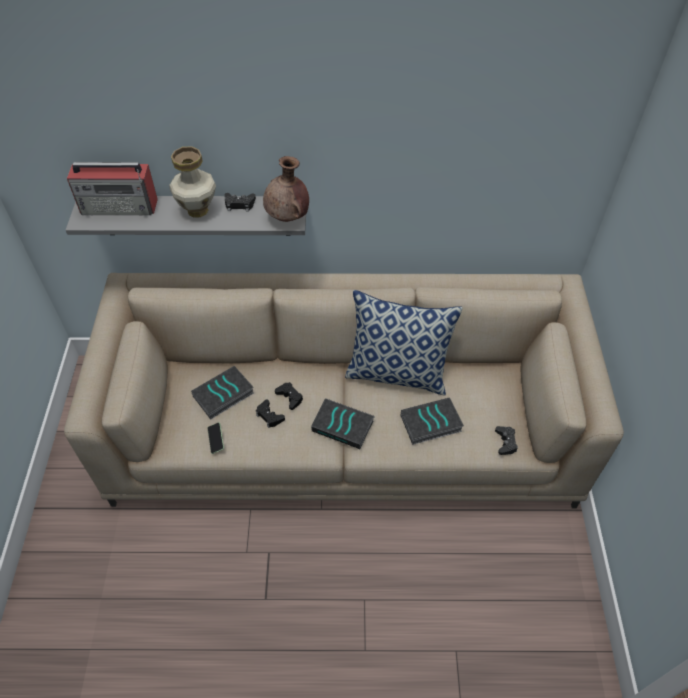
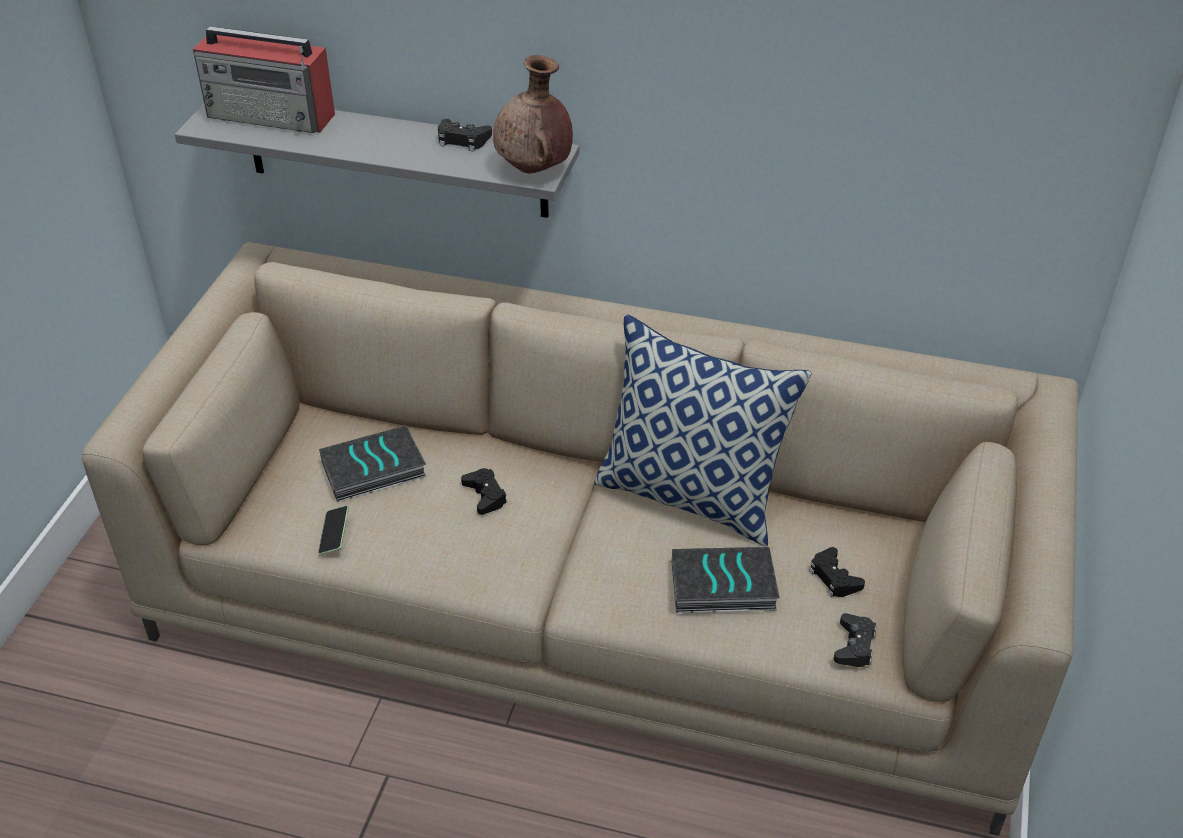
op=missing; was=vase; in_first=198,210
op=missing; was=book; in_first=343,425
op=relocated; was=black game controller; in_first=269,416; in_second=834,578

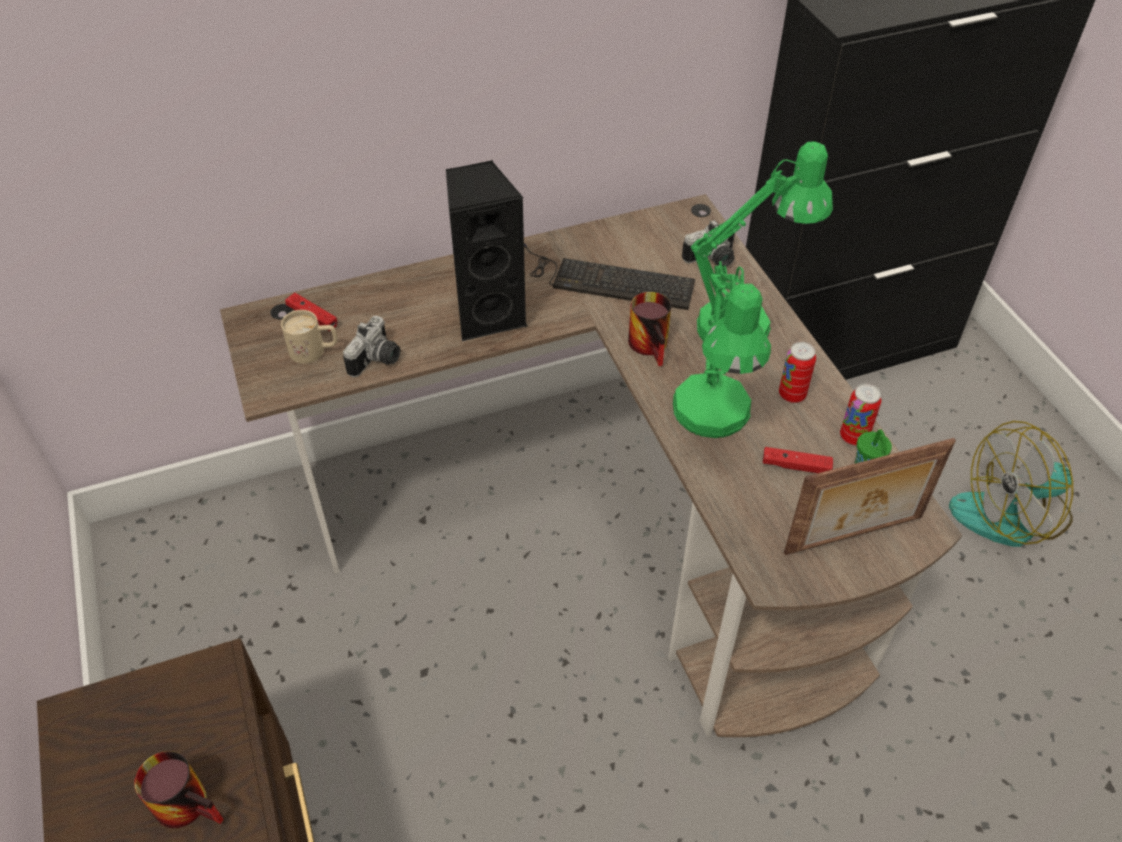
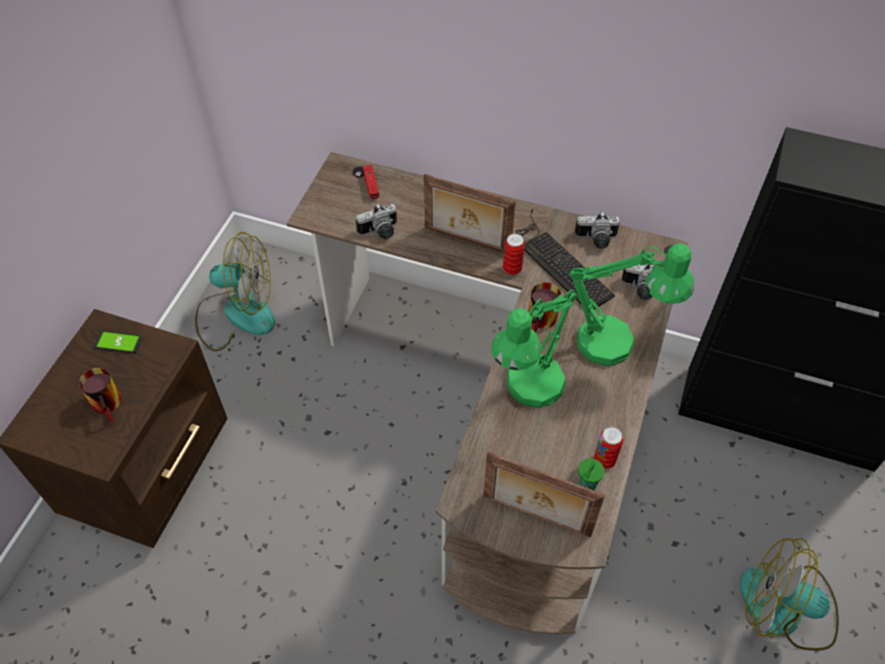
op=missing; was=beige mug; in_first=315,351
op=missing; was=red game controller; in_first=795,466
op=appeared; now=phone; in_second=118,342
op=appeared; now=fan; in_second=236,314
op=appeared; now=photo camera; in_second=596,240
op=relocated; was=can; in_first=792,395; in_second=512,269
op=exchanged; was=black speaker; now=picture frame; in_first=488,314; in_second=466,241

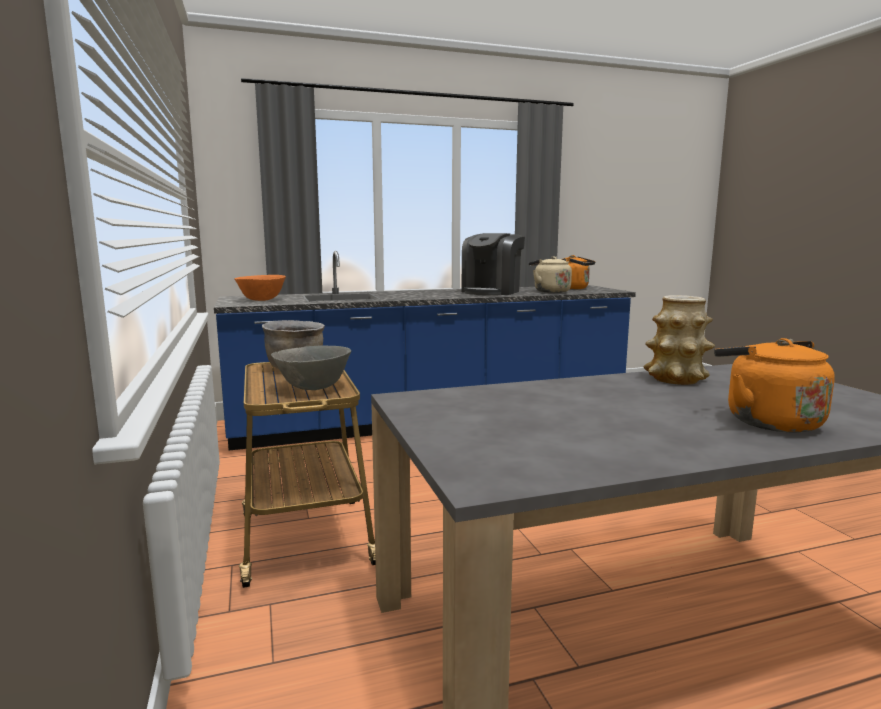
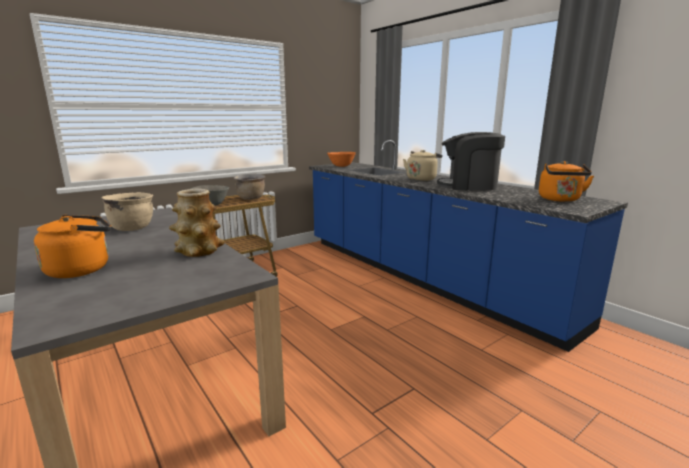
op=appeared; now=beige cooking pot; in_second=132,228
op=relocated; was=beige kettle; in_first=550,291; in_second=421,179

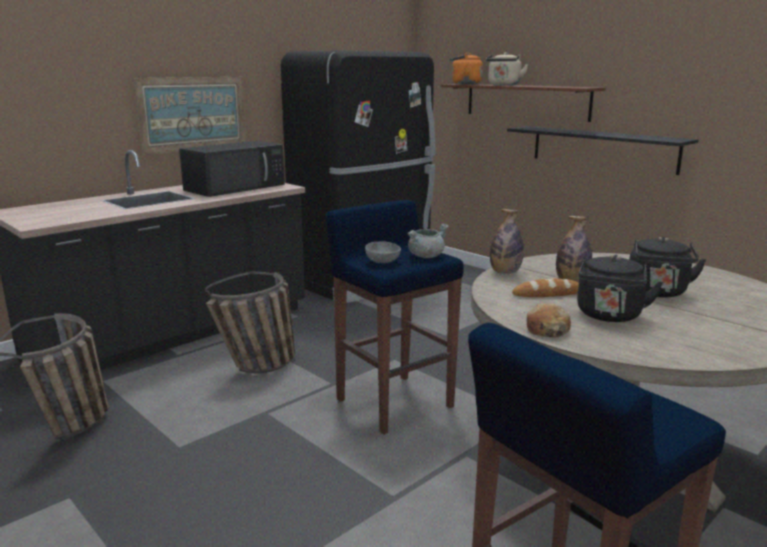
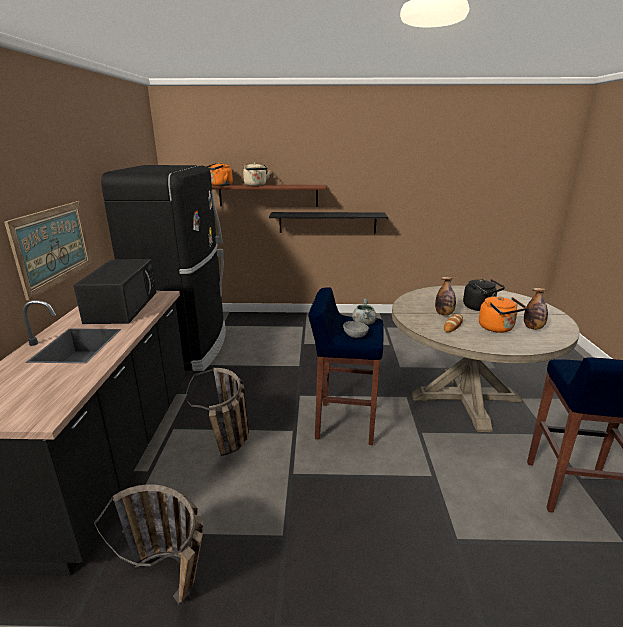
op=missing; was=bread; in_first=546,330
op=relocated; was=bottle; in_first=505,272; in_second=533,328
op=colour; was=black kettle; now=orange kettle; in_first=609,316; in_second=497,328

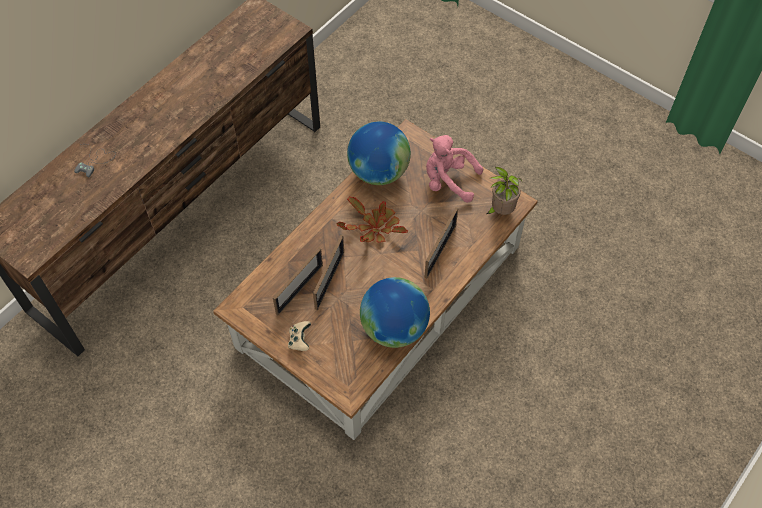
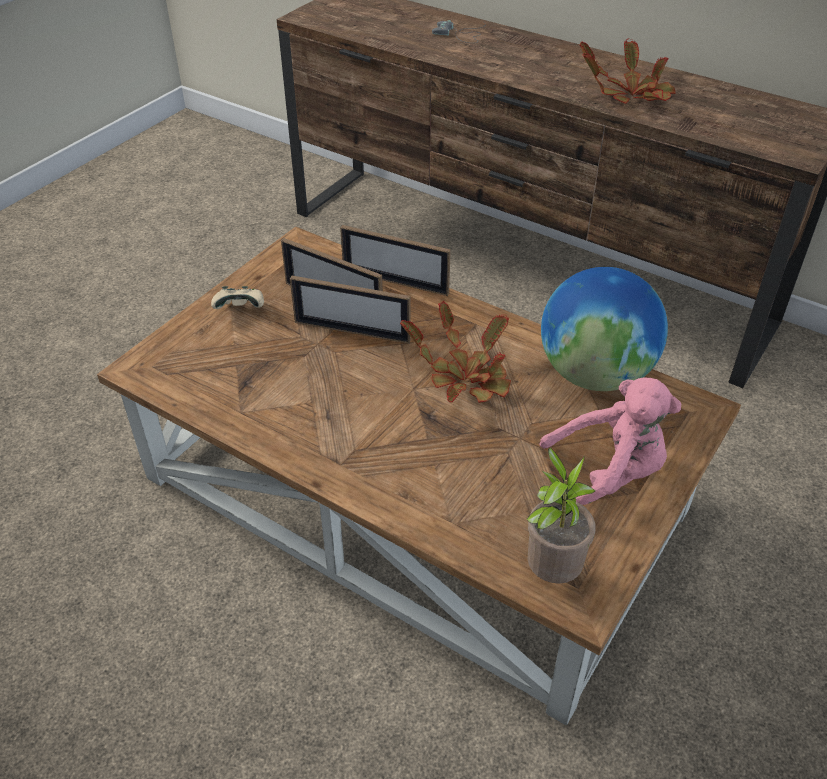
op=missing; was=globe; in_first=393,328
op=appeared; now=potted plant; in_second=629,94
op=relocated; was=picture frame; in_first=440,251; in_second=395,282
op=spun; was=pink plush toy; in_first=448,181; in_second=605,477; clockwise=75

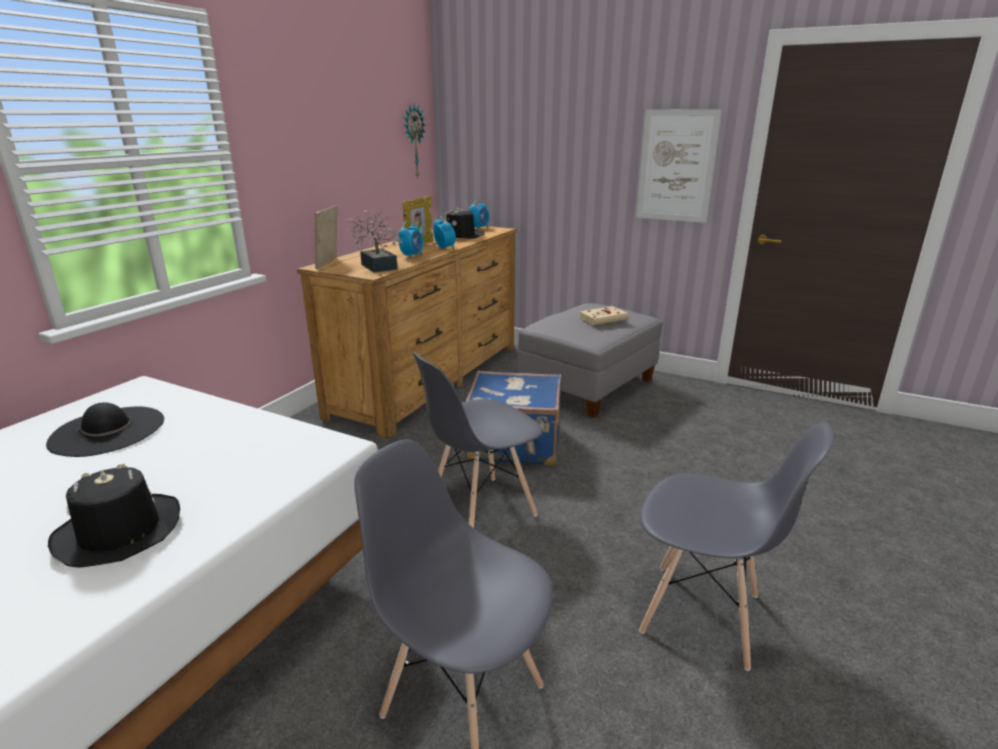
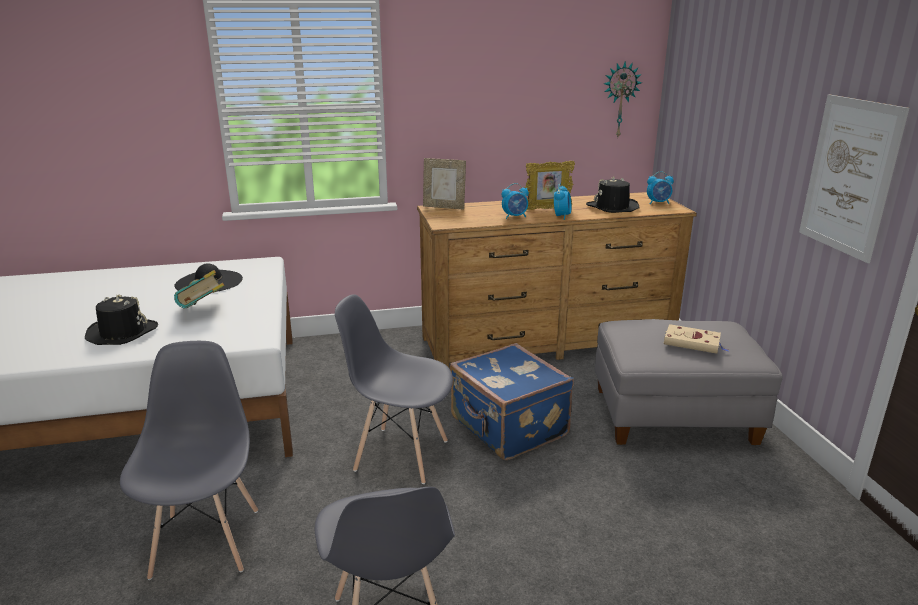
op=missing; was=potted plant; in_first=377,266
op=appeared; now=book; in_second=203,311
op=spun; was=picture frame; in_first=329,263; in_second=444,207; clockwise=-135

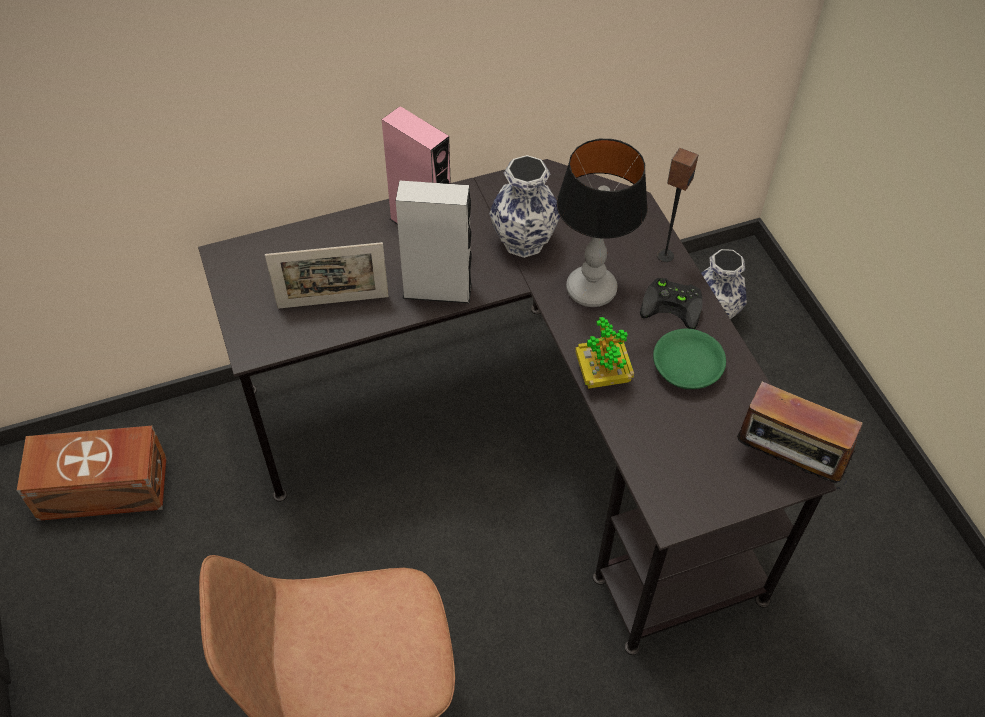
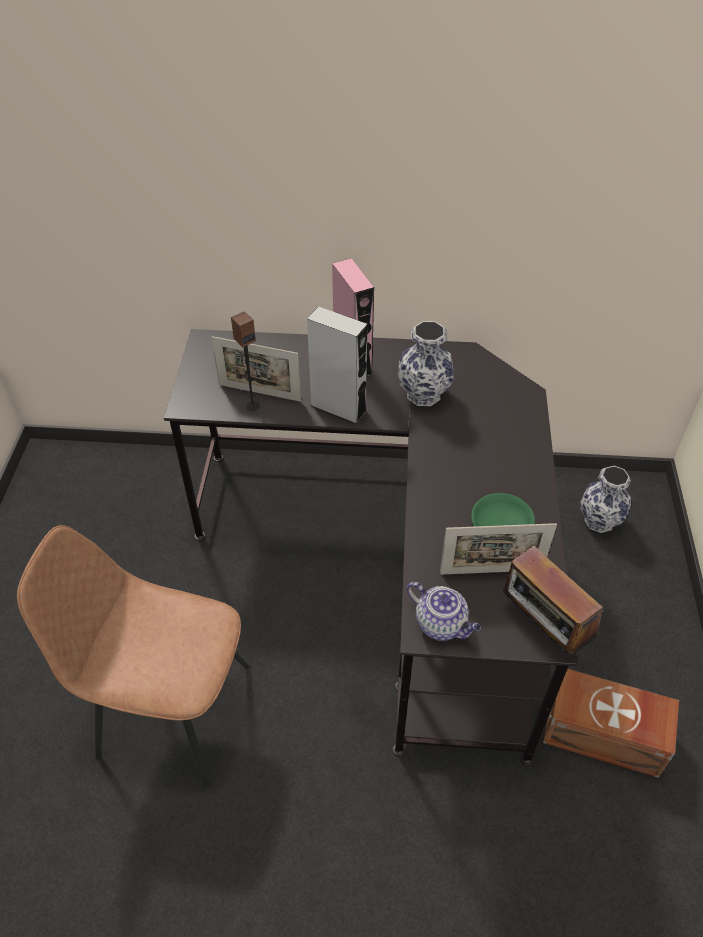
op=missing; was=table lamp; in_first=591,289
op=missing; was=potted plant; in_first=602,374
op=missing; was=black game controller; in_first=674,305
op=appeared; now=teapot; in_second=441,624
op=appeared; now=picture frame; in_second=491,571
op=relocated; was=brown storage box; in_first=105,490; in_second=604,736
op=relocated; was=speaker; in_first=664,255; in_second=252,405

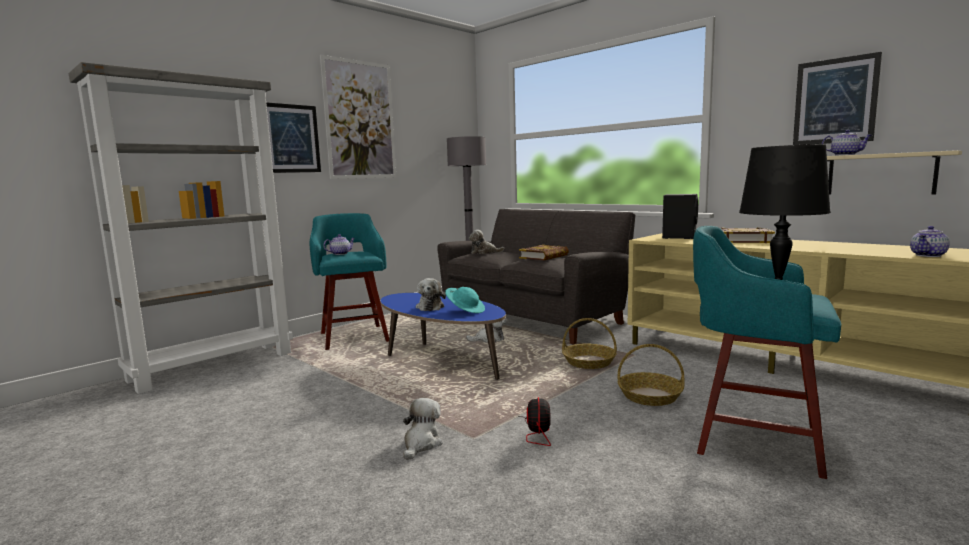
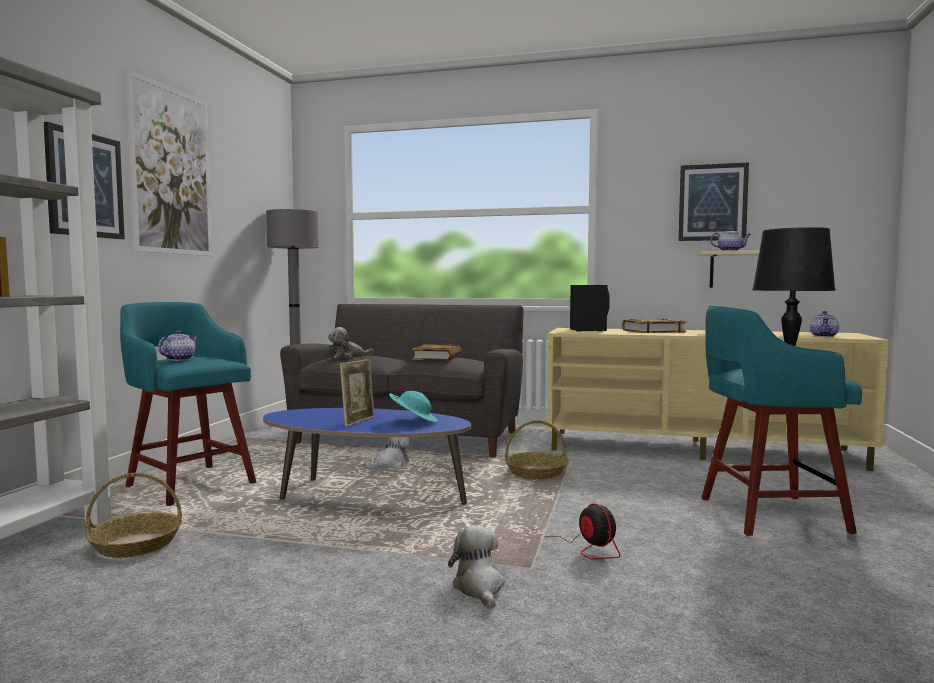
op=relocated; was=basket; in_first=650,396; in_second=136,544
op=exchanged; was=plush toy; now=picture frame; in_first=430,307; in_second=358,421

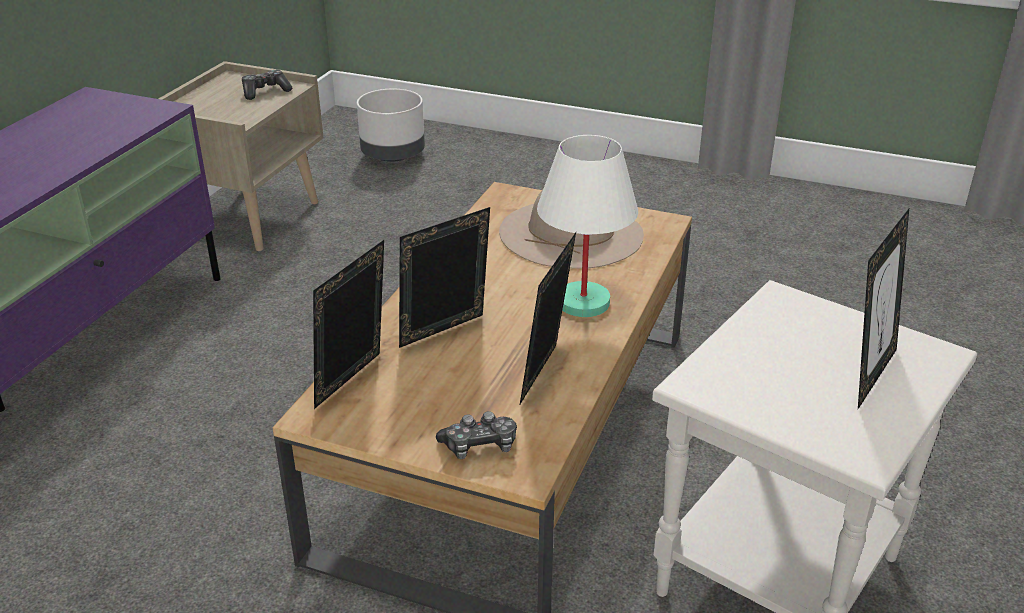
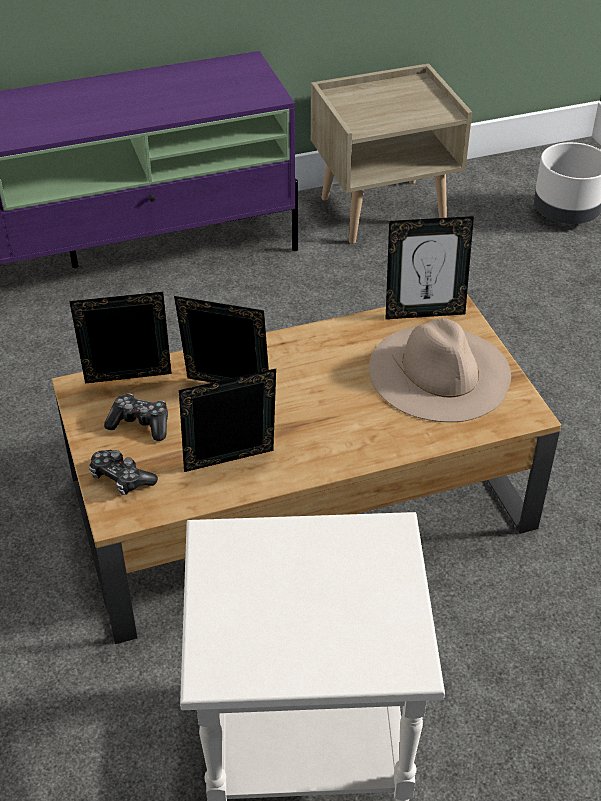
op=missing; was=white table lamp; in_first=582,302
op=relocated; was=game controller; in_first=265,92; in_second=140,424
op=relocated; was=picture frame; in_first=868,375; in_second=424,312

